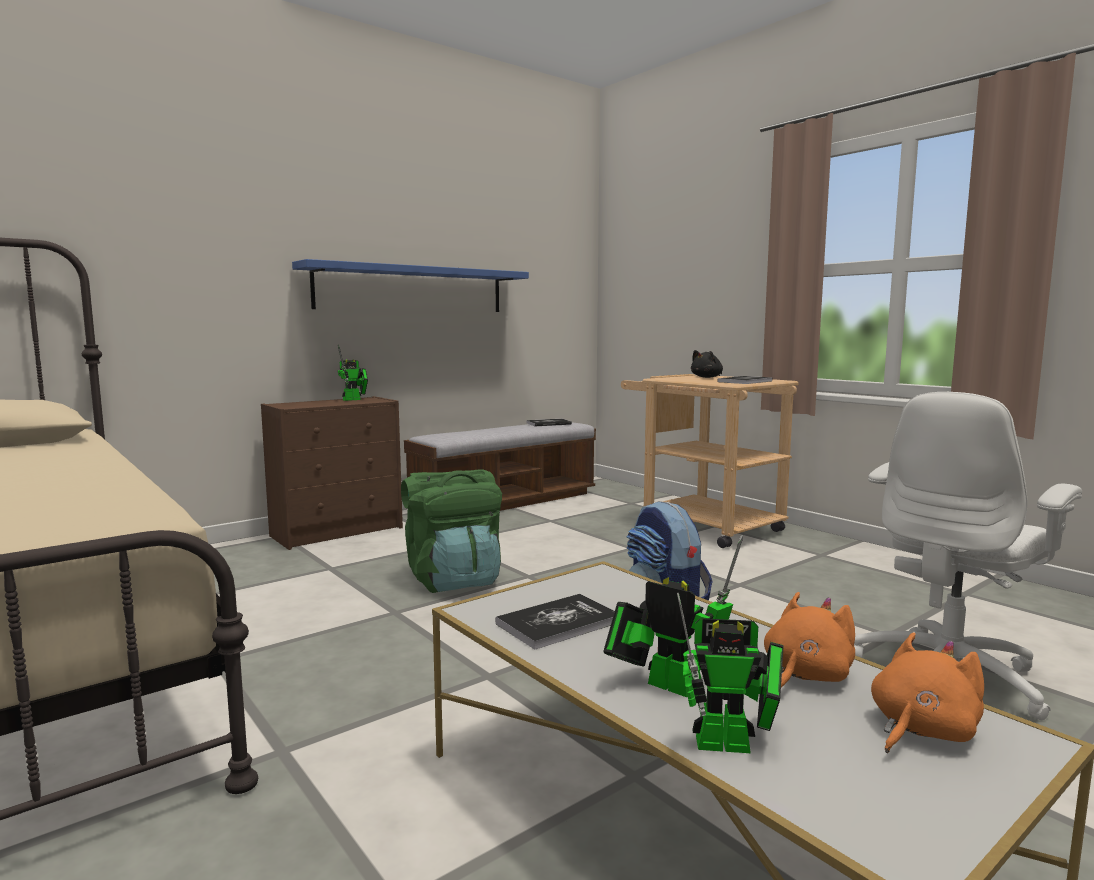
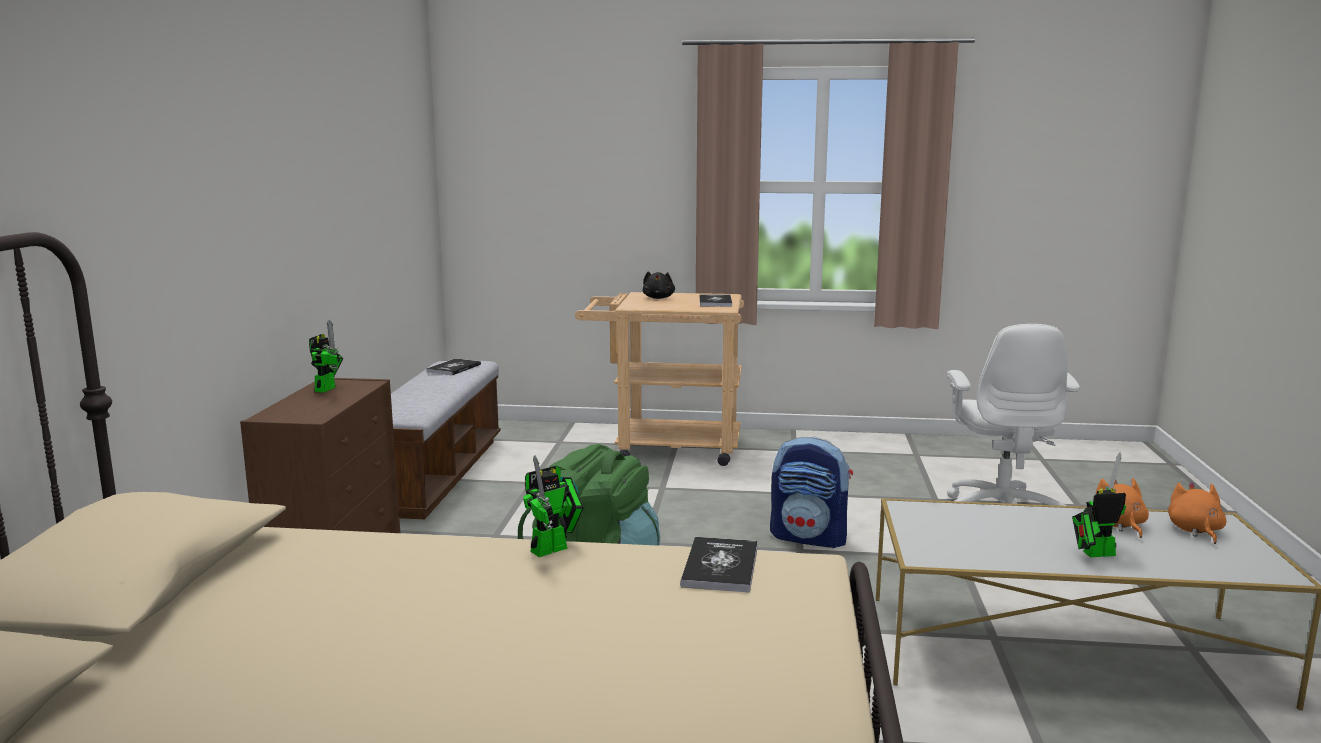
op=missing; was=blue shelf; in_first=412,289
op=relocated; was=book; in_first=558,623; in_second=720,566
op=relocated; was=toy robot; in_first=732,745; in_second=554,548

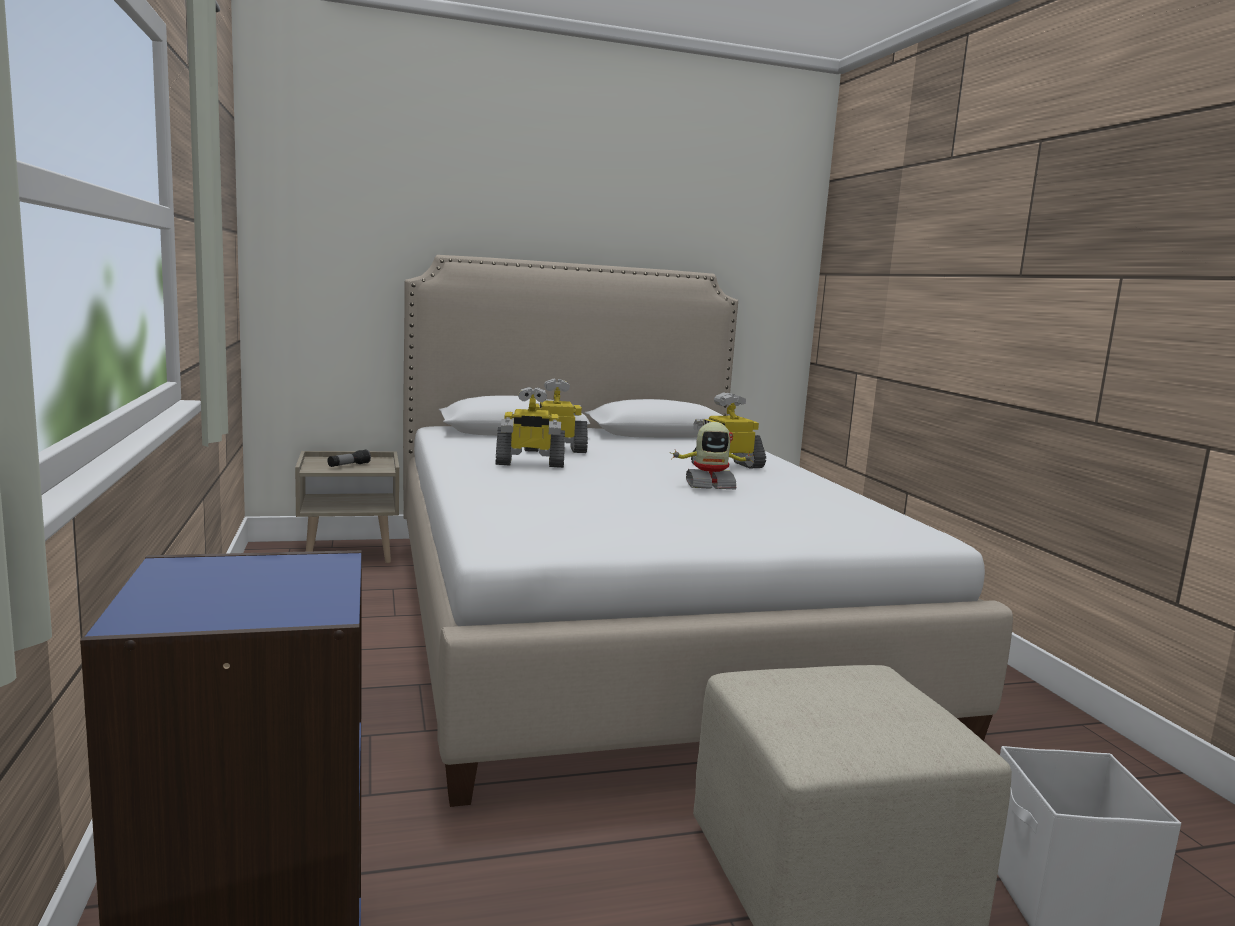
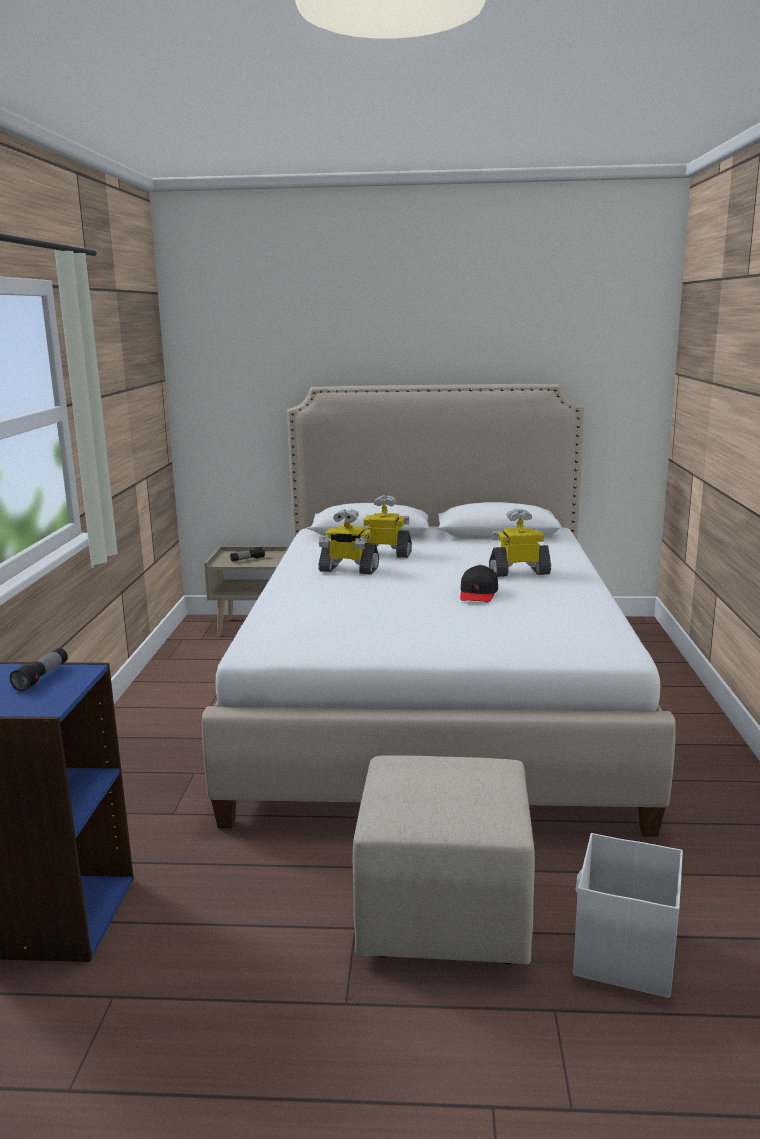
op=appeared; now=flashlight; in_second=42,677
op=exchanged; was=toy robot; now=black cap; in_first=709,485; in_second=478,594

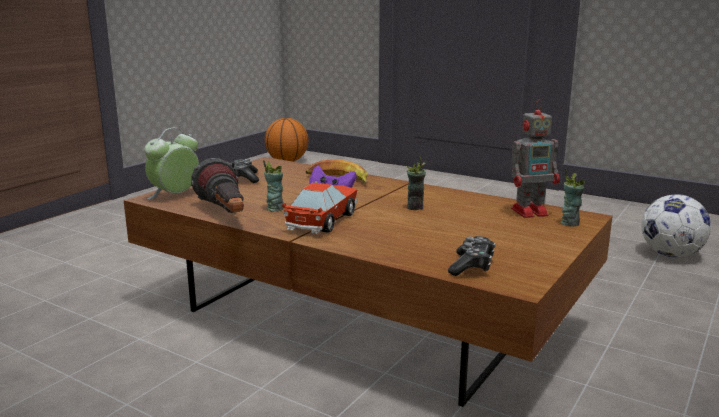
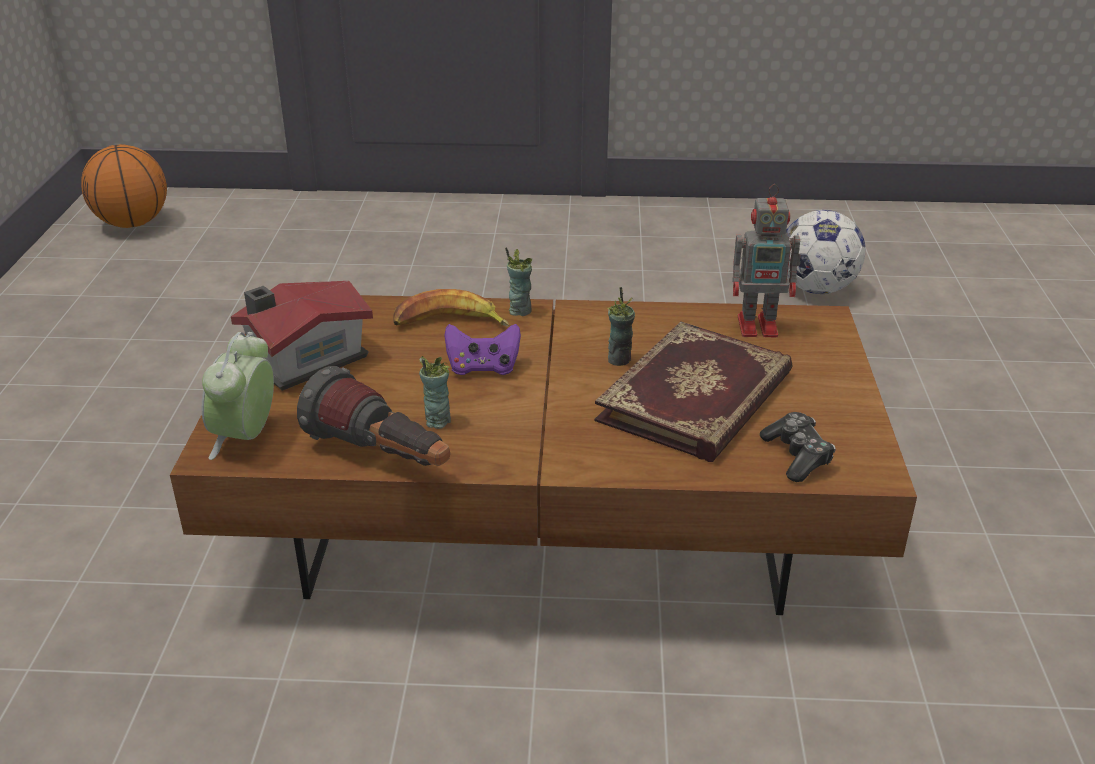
op=missing; was=toy car; in_first=323,220
op=appeared; now=book; in_second=698,398
op=relocated; was=cup; in_first=569,223; in_second=520,310
op=exchanged; was=game controller; now=toy house; in_first=244,178; in_second=303,359
op=spun; was=toy robot; in_first=531,212; in_second=760,326; clockwise=45

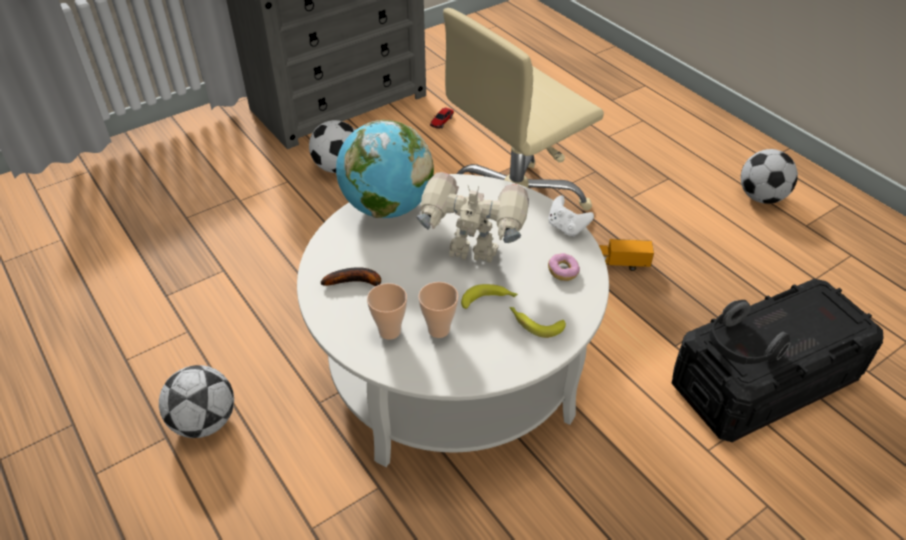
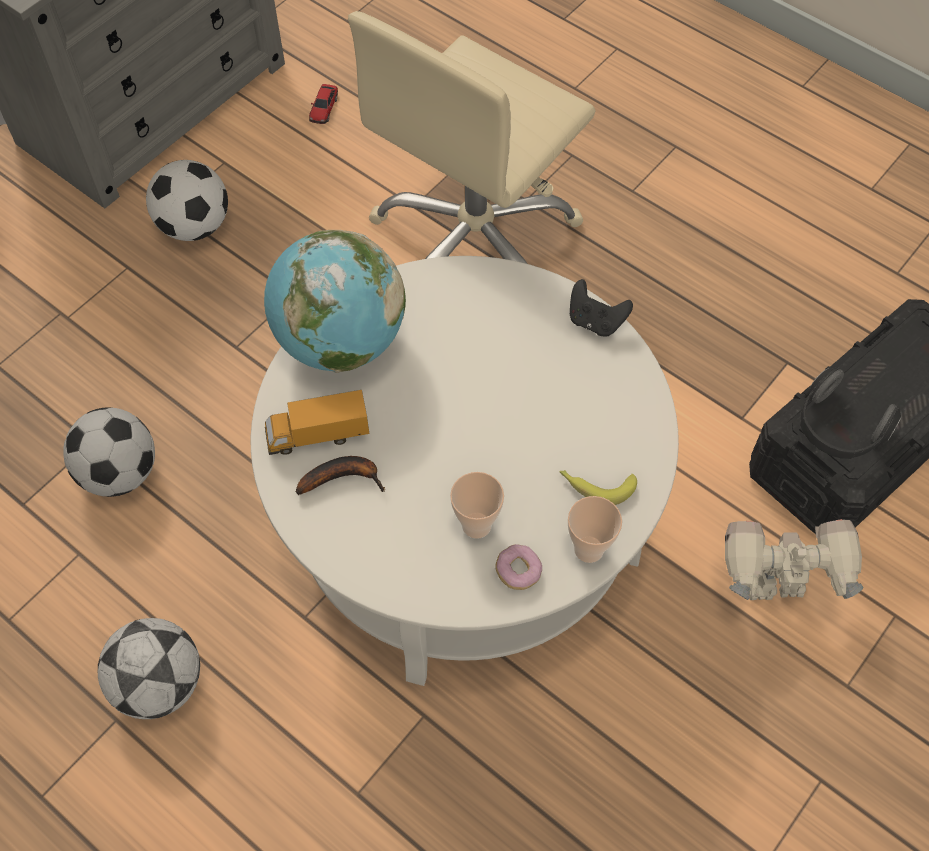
op=missing; was=banana; in_first=489,300
op=relocated; was=cup; in_first=389,331; in_second=589,549
op=relocated; was=toy robot; in_first=472,255; in_second=774,590
op=relocated; was=donut; in_first=563,272; in_second=518,571
op=relocated; was=toy truck; in_first=619,264; in_second=318,436
op=relocated; was=football; in_first=760,197; in_second=119,472
op=colour; was=white game controller; now=black game controller; in_first=566,228; in_second=595,321

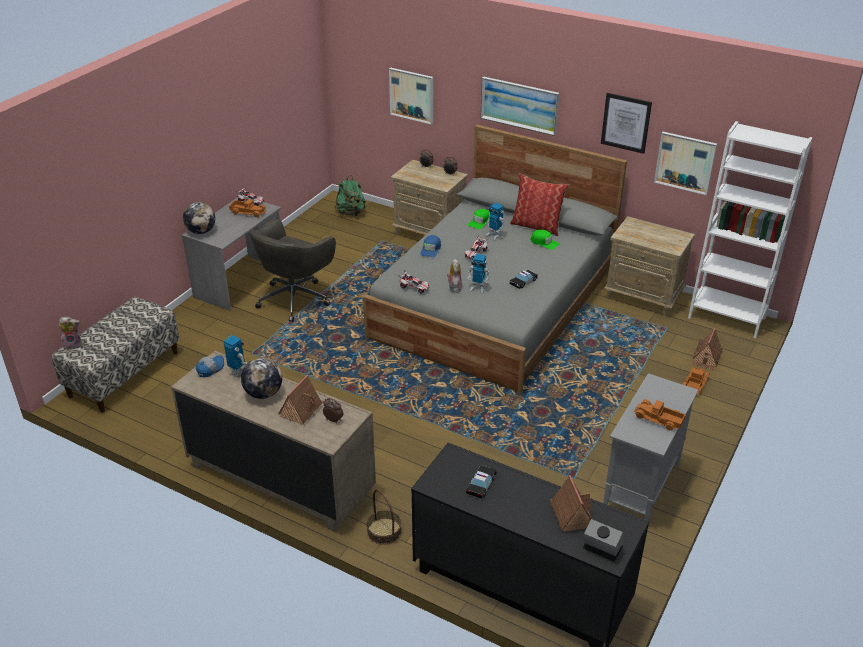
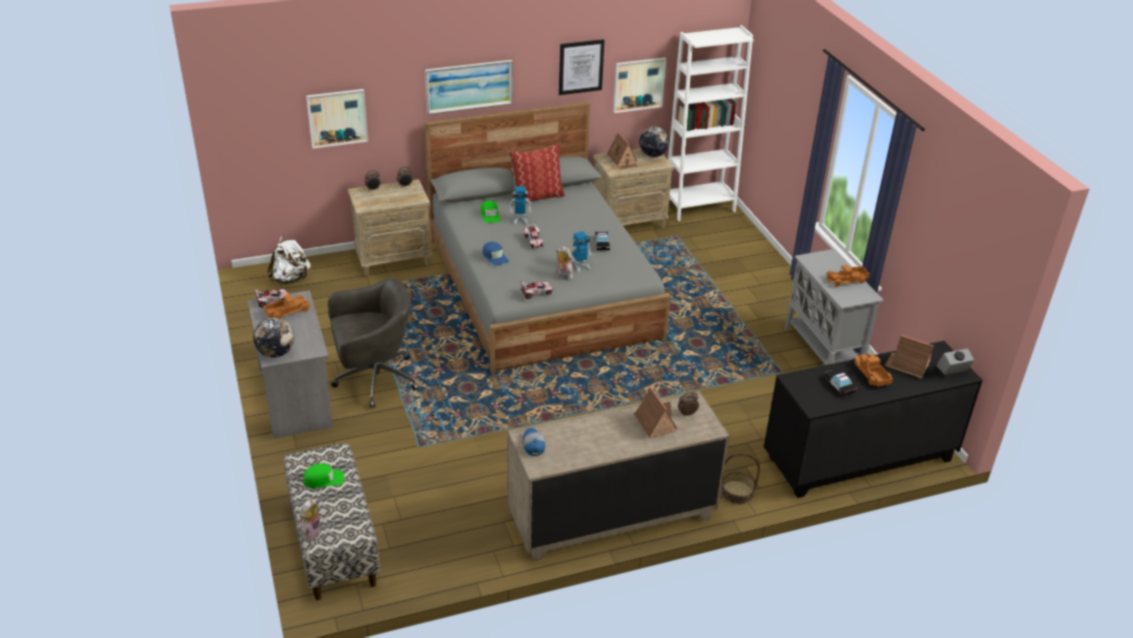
op=missing; was=toy robot; in_first=239,372
op=relocated; was=globe; in_first=263,393; in_second=653,155
op=relocated; was=green cap; in_first=544,242; in_second=323,479
op=relocated; was=toy truck; in_first=694,384; in_second=871,374
op=relocated; was=toy house; in_first=706,358; in_second=622,161
op=colour; was=green backpack; now=white backpack; in_first=351,213; in_second=291,279
op=spun; was=grey office chair; in_first=295,298; in_second=374,379; clockwise=-90

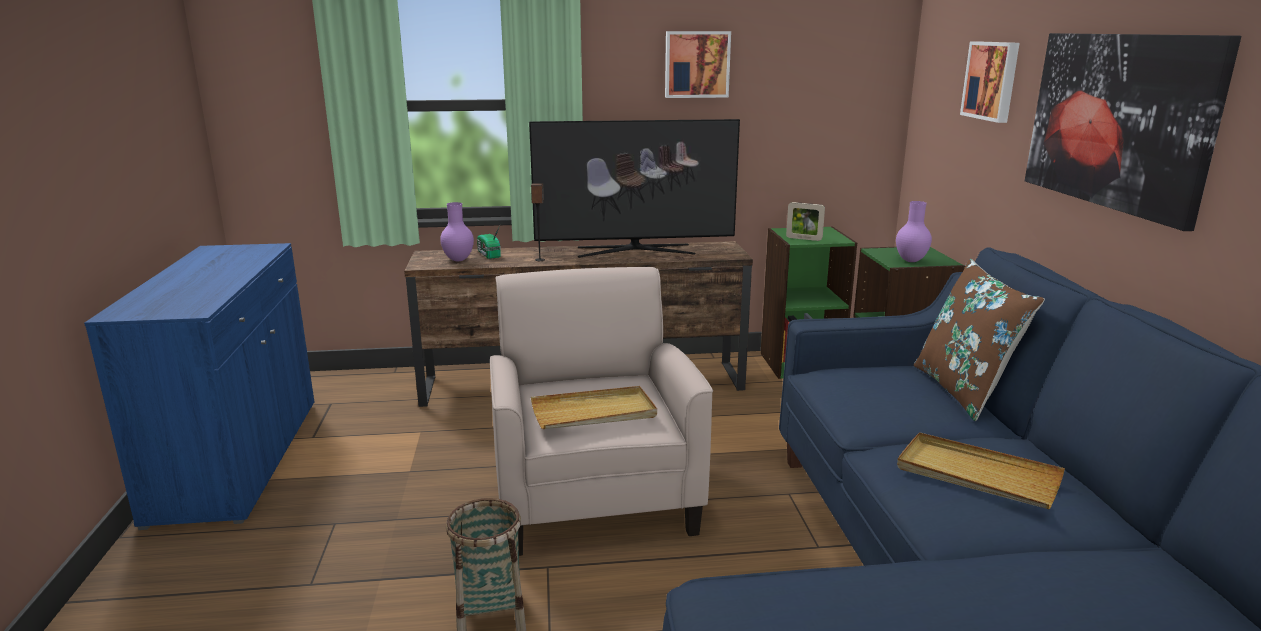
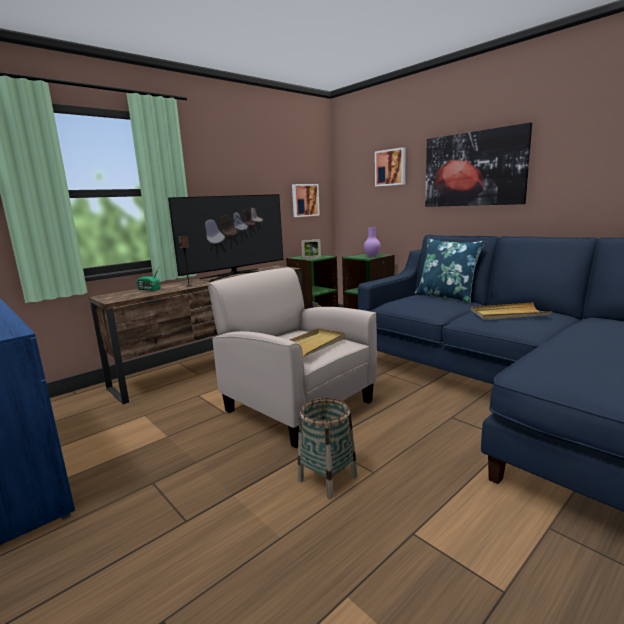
op=missing; was=purple vase; in_first=458,260
op=relocated; was=picture; in_first=696,64; in_second=304,200
op=colour; was=brown pillow; now=blue pillow; in_first=963,390; in_second=446,296

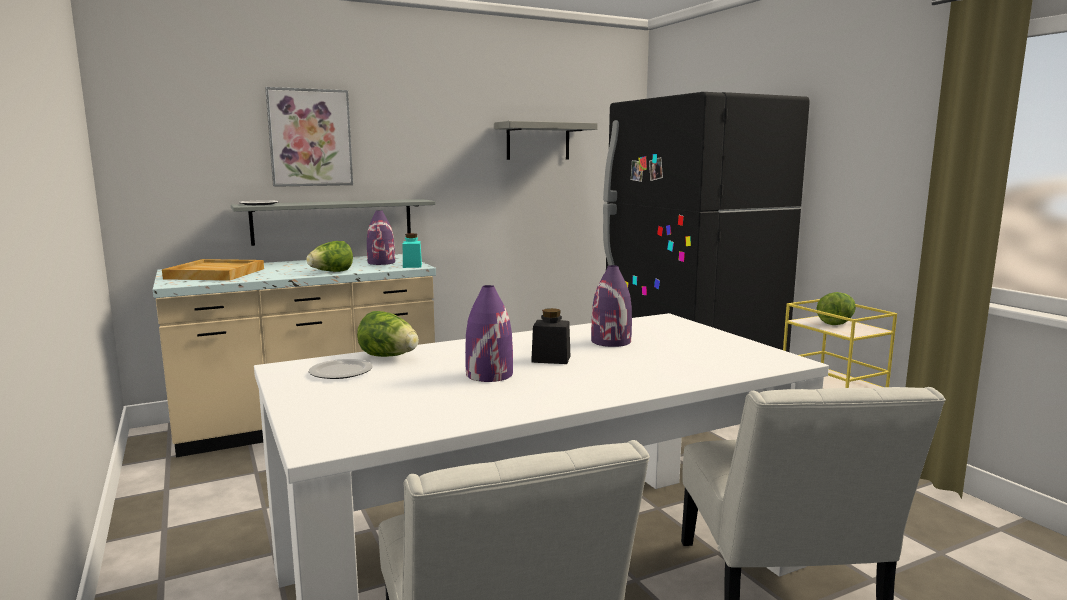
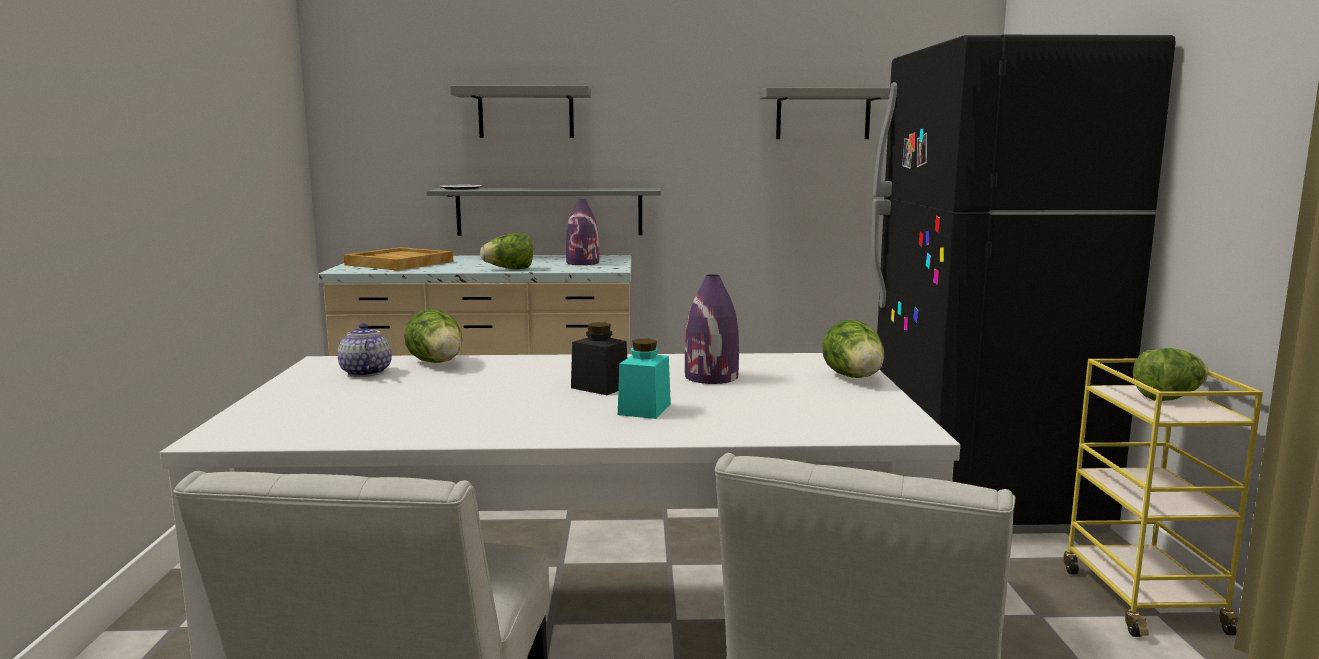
op=missing; was=purple vase; in_first=489,374
op=appeared; now=lettuce; in_second=855,378
op=relocated; was=turquoise jar; in_first=412,265; in_second=644,409
op=exchanged; was=picture; now=grey shelf; in_first=310,138; in_second=526,113
op=exchanged; was=plate; now=teapot; in_first=340,372; in_second=365,372

